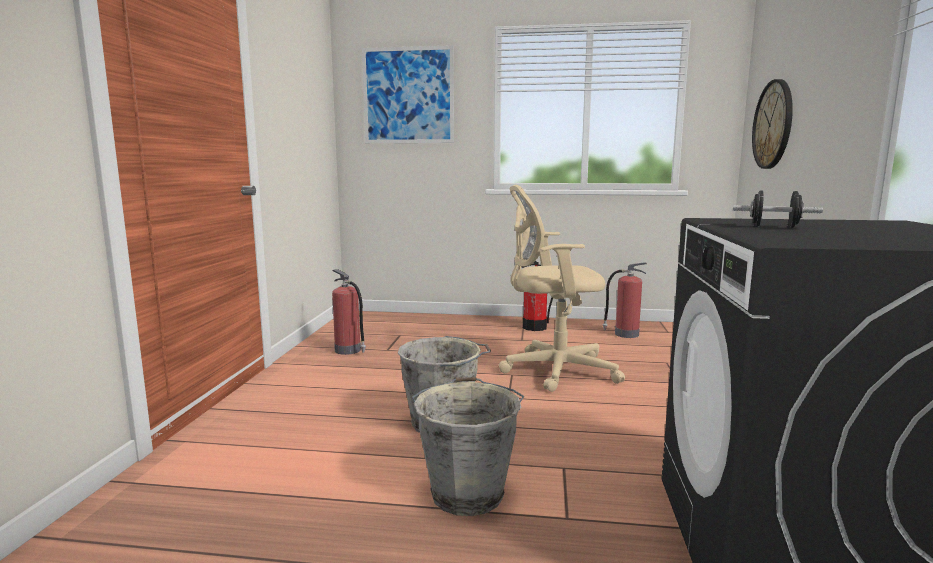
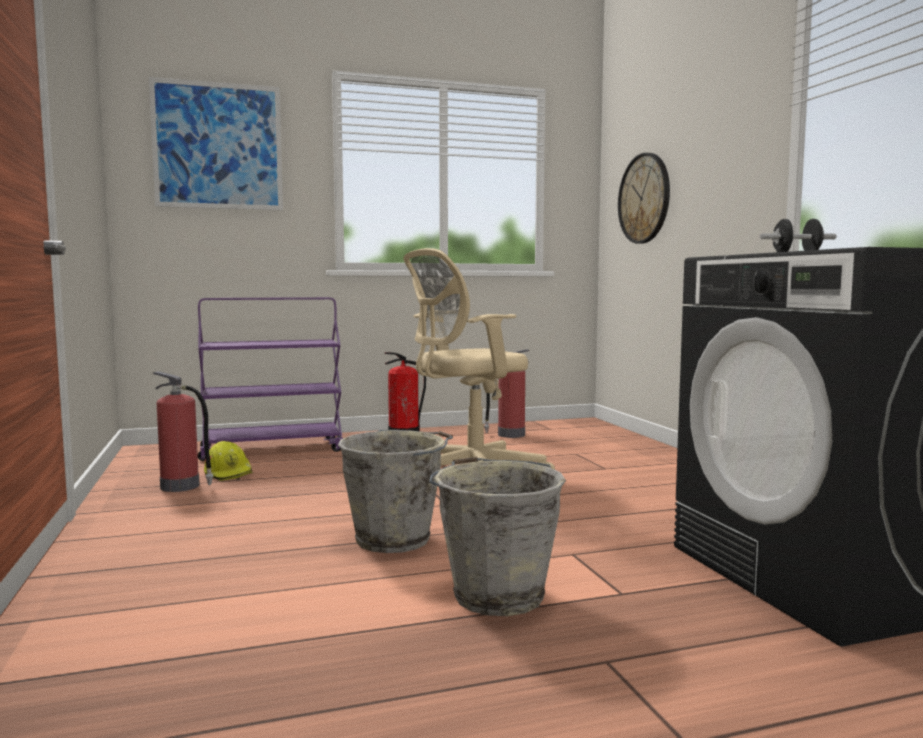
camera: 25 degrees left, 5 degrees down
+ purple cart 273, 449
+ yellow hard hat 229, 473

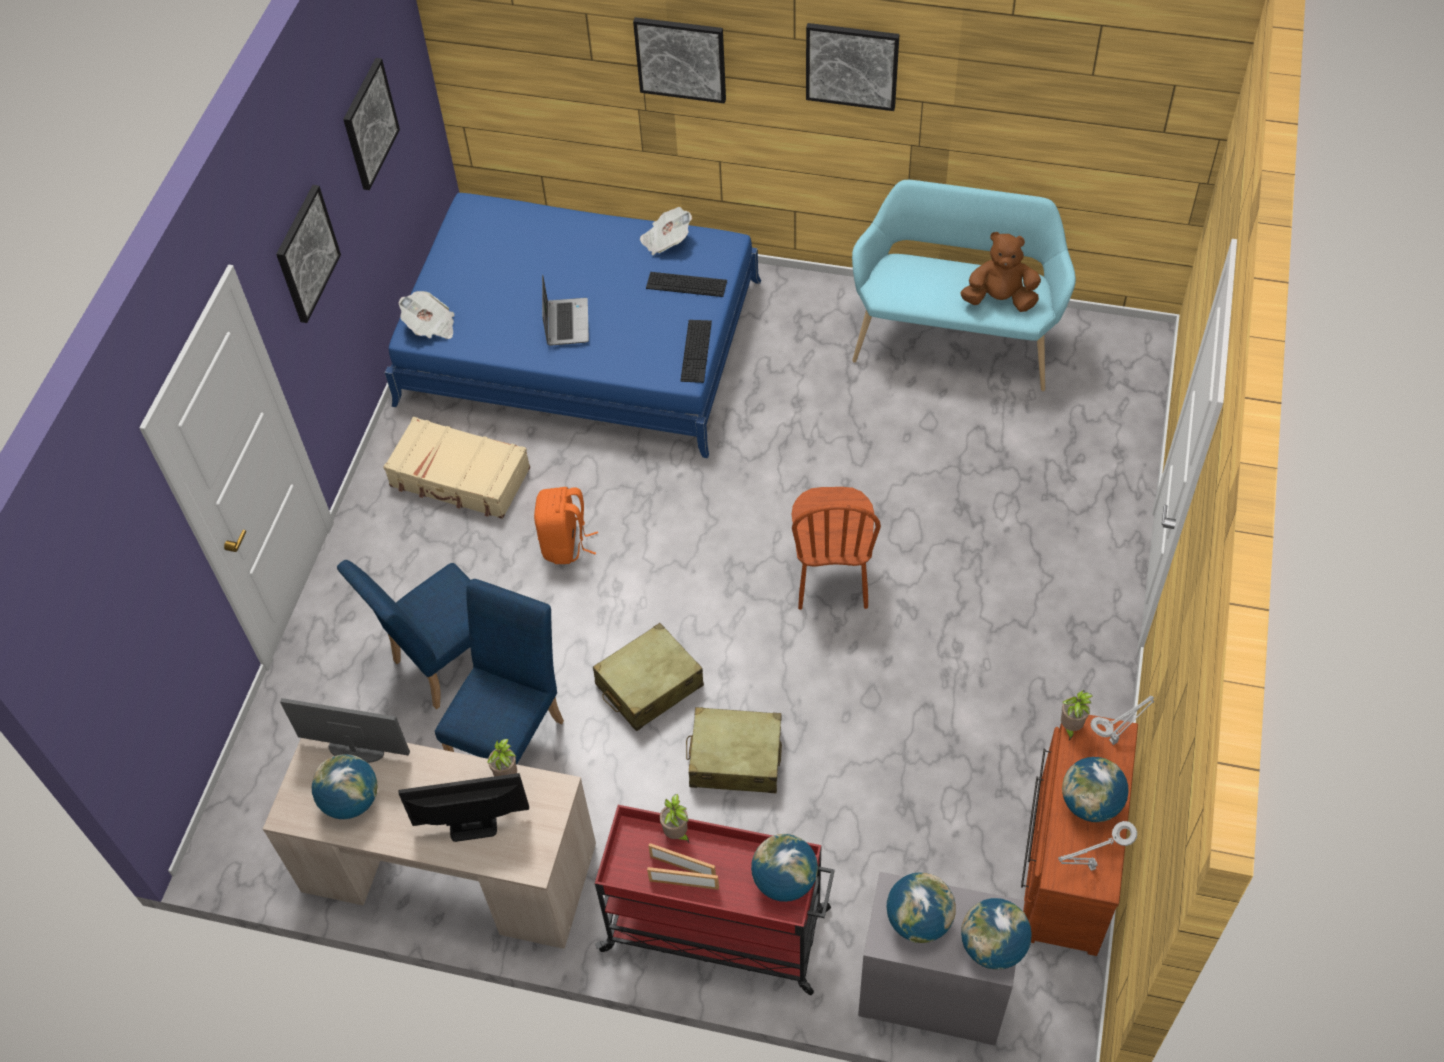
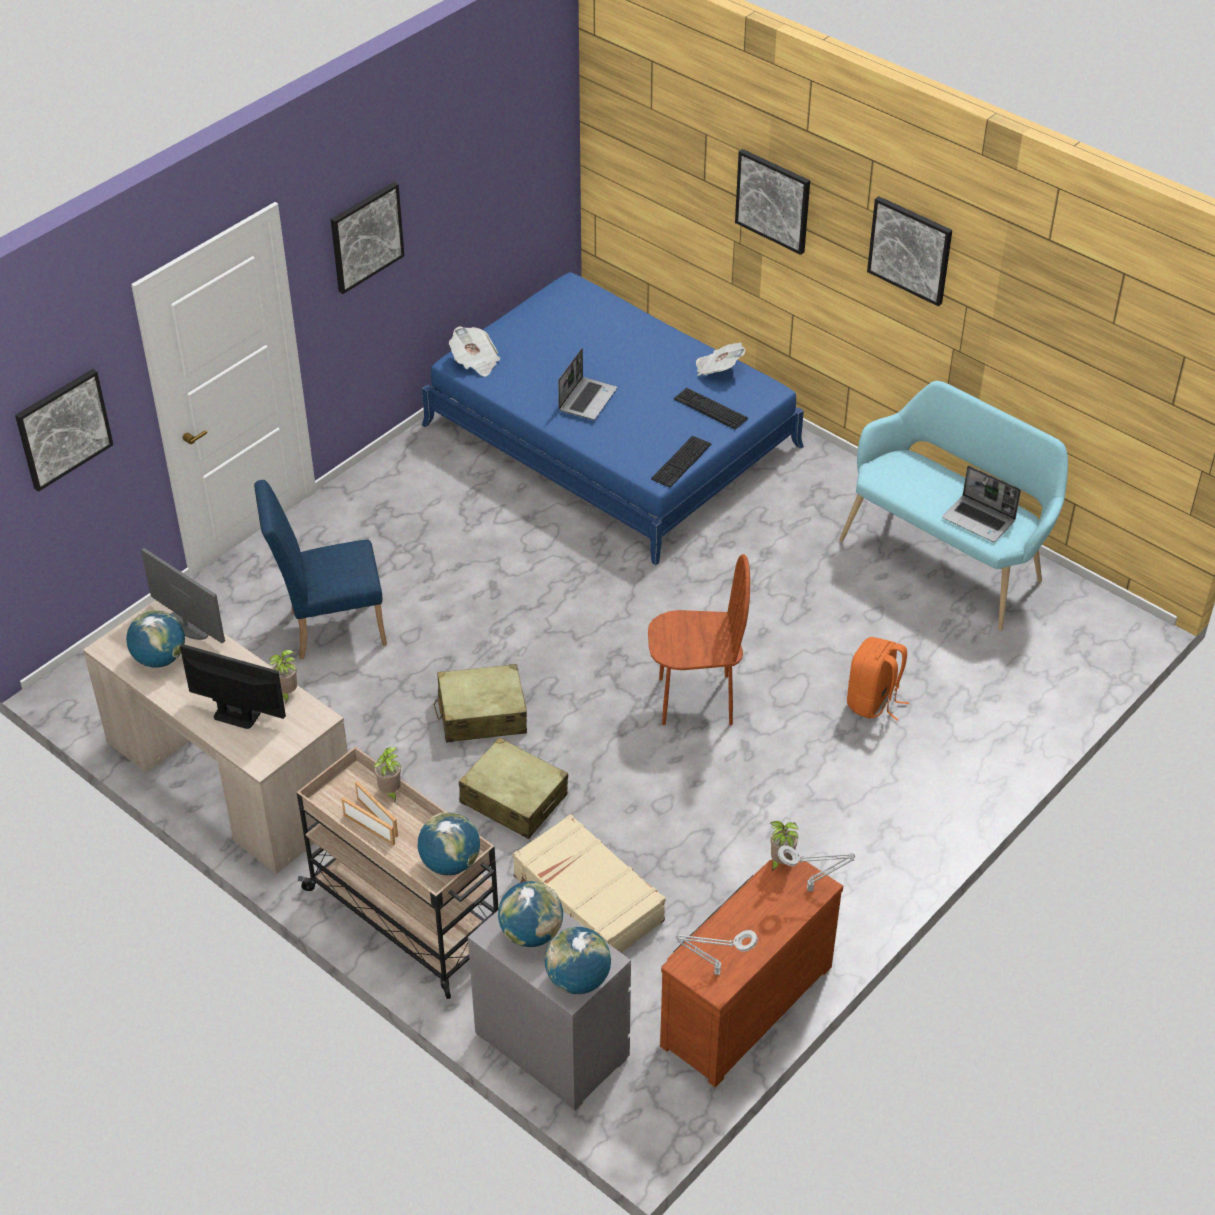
camera: 25 degrees right, 10 degrees down
- blue chair 513, 739
- globe 1090, 803
~ picture 369, 124 to 63, 428
~ beige suitcase 460, 478 to 587, 900
~ orange backpack 566, 544 to 873, 702
~ brown plush toy 1000, 299 to laptop 979, 520
~ red cart 718, 930 to beige cart 407, 918
~ brown chair 831, 579 = 695, 700 120 degrees counterclockwise

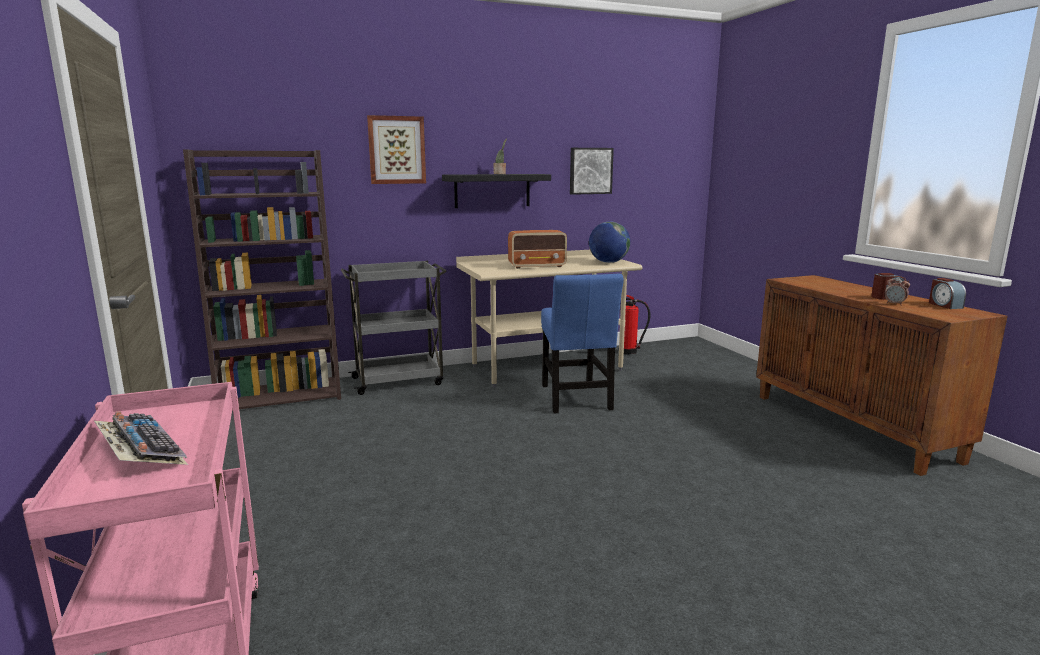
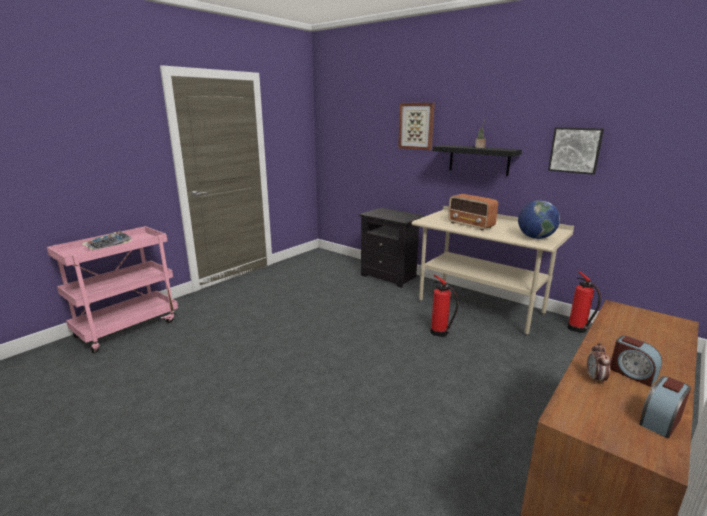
camera: 60 degrees right, 5 degrees up
- brown bookcase 281, 395
~ grey cart 399, 381 to black nightstand 390, 276
~ blue chair 576, 399 to fire extinguisher 440, 333

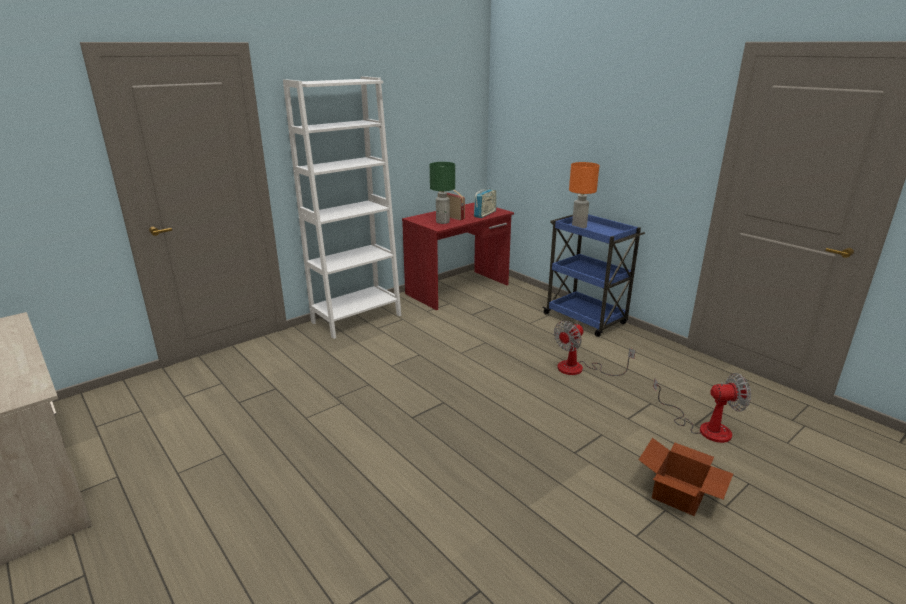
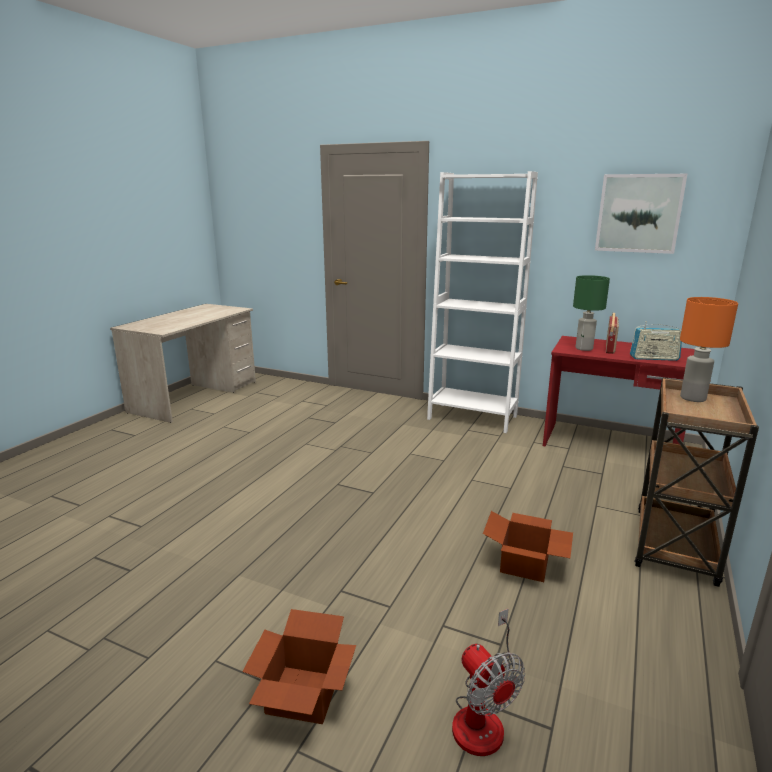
camera: 65 degrees right, 5 degrees down
+ picture 639, 213
~ fan 580, 369 to cardboard box 526, 565
~ blue cart 586, 319 to brown cart 674, 547

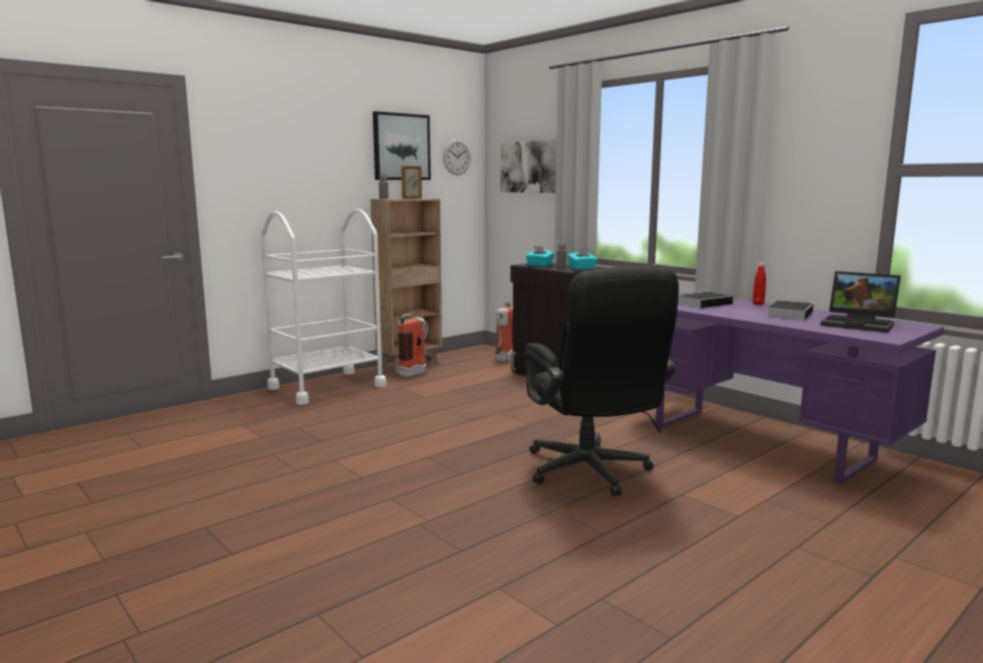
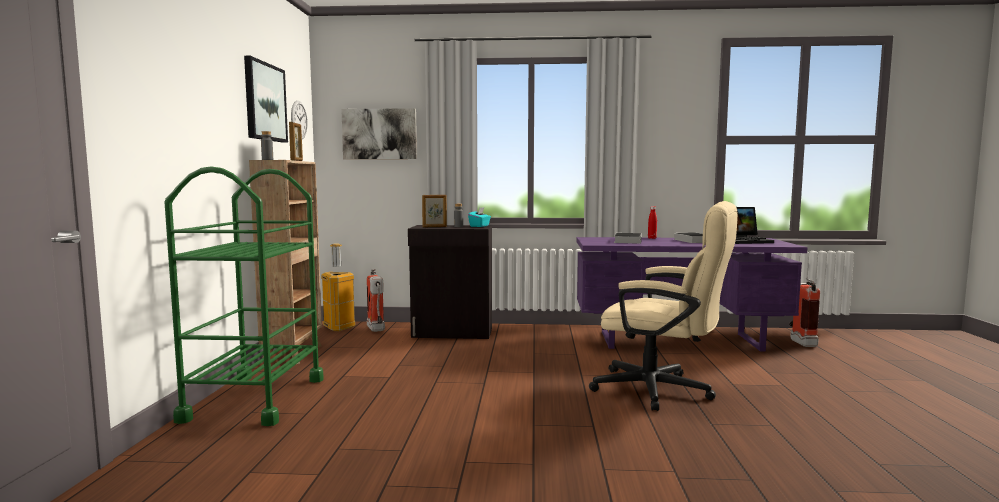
camera: 45 degrees left, 5 degrees down
+ trash can 338, 327
~ fire extinguisher 416, 374 to 800, 342
~ turquoise tissue box 539, 265 to picture frame 434, 227
~ white cart 327, 387 to green cart 255, 399
~ black office chair 591, 474 to beige office chair 662, 391

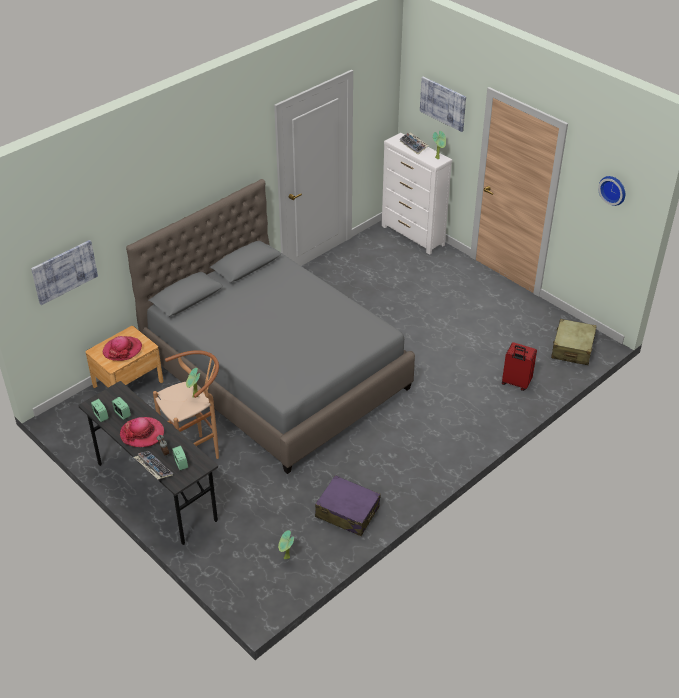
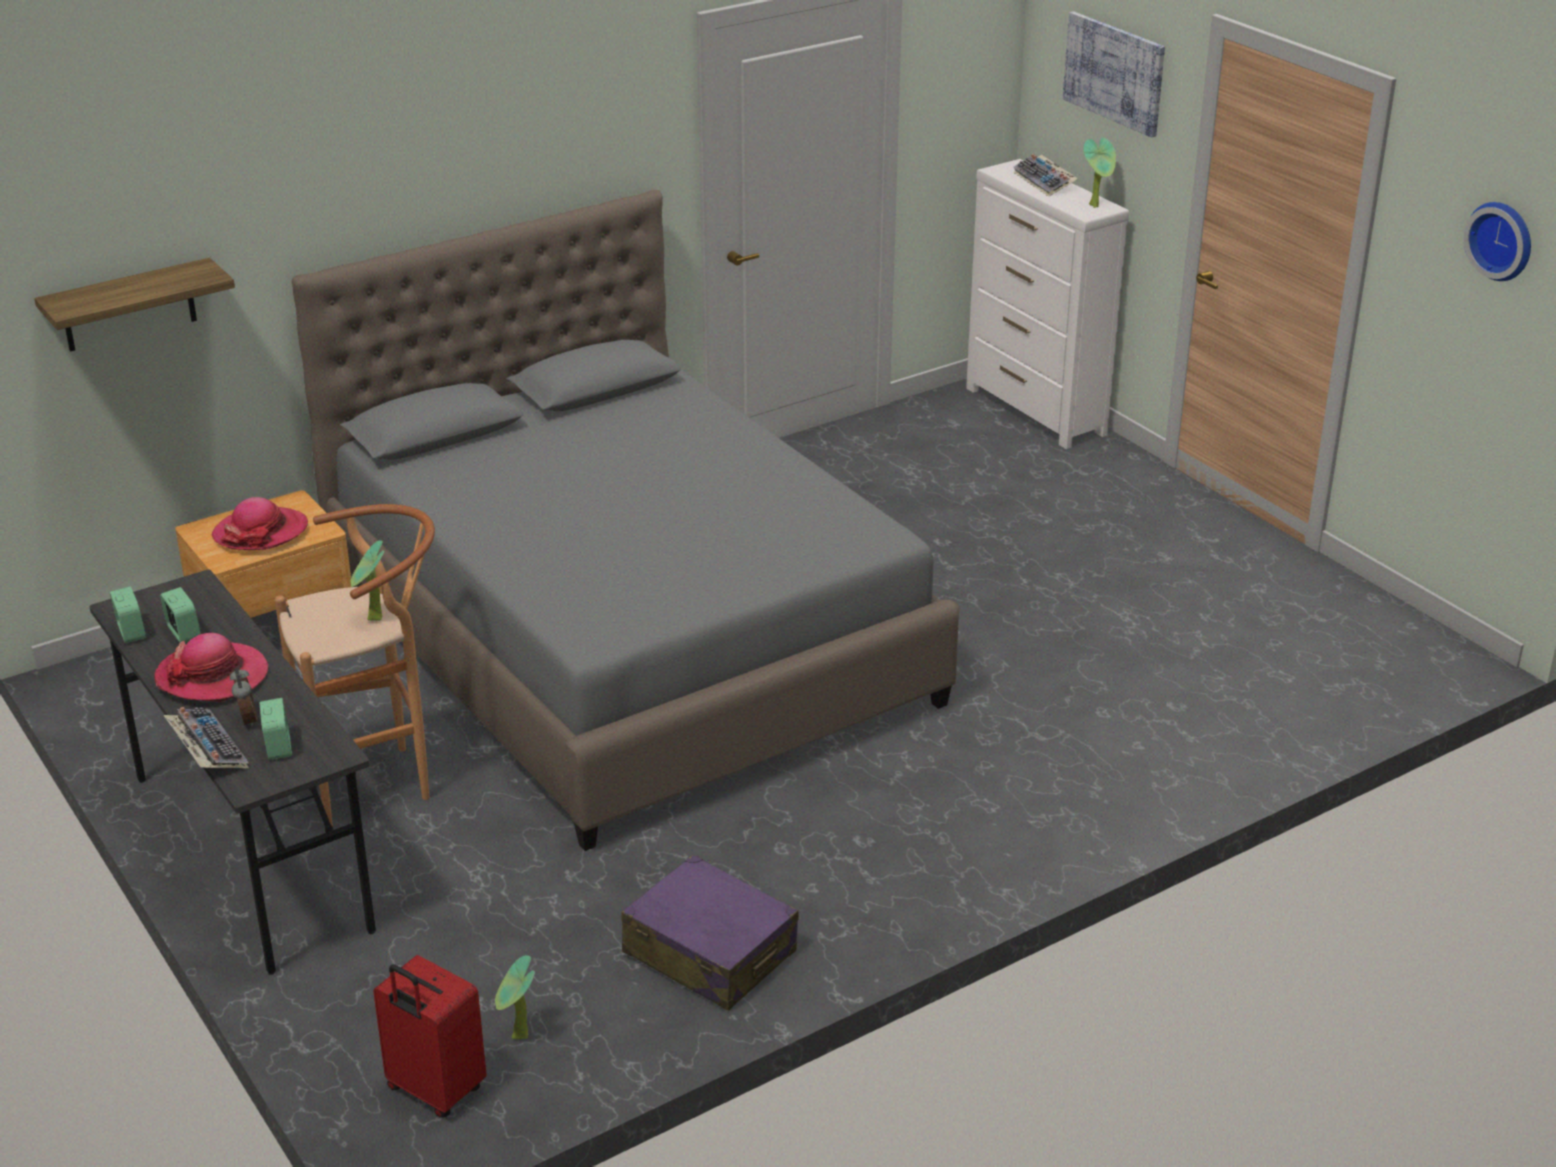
camera: 10 degrees right, 10 degrees down
- beige suitcase 572, 349
~ red suitcase 516, 383 to 434, 1090
~ picture 64, 271 to shelf 128, 306

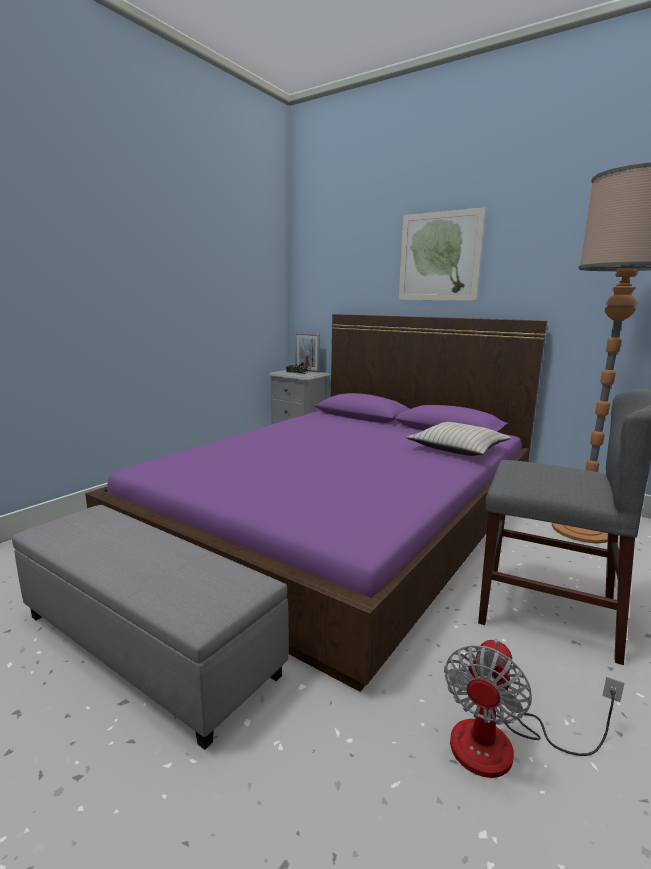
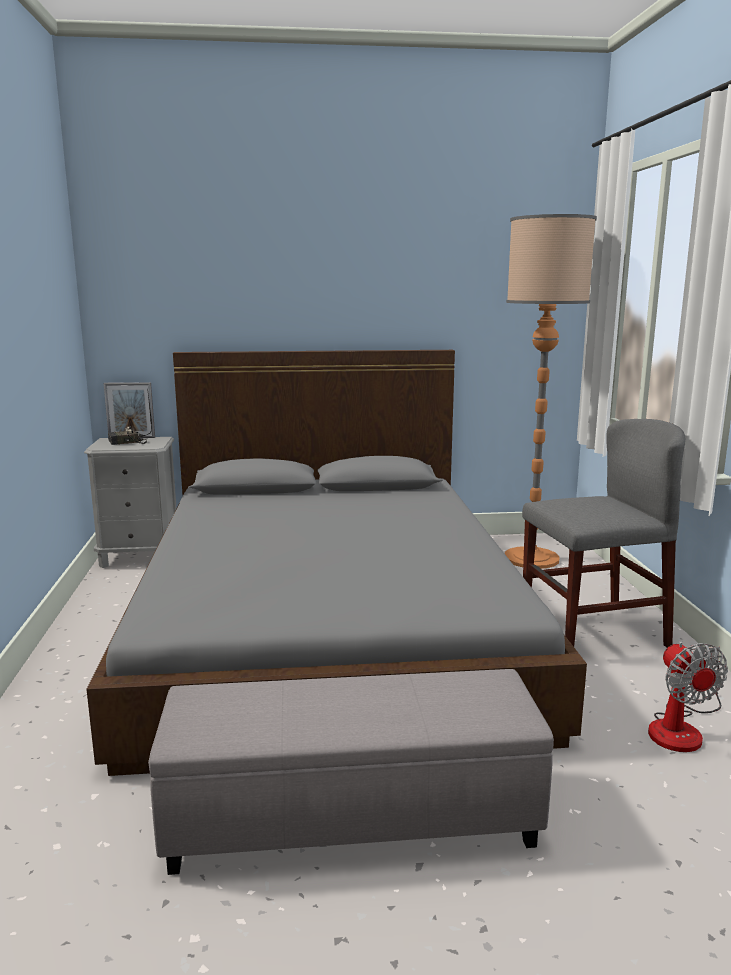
camera: 40 degrees left, 0 degrees up
- picture 439, 257
- beige pillow 457, 448
~ purple bed 343, 517 to grey bed 329, 618

